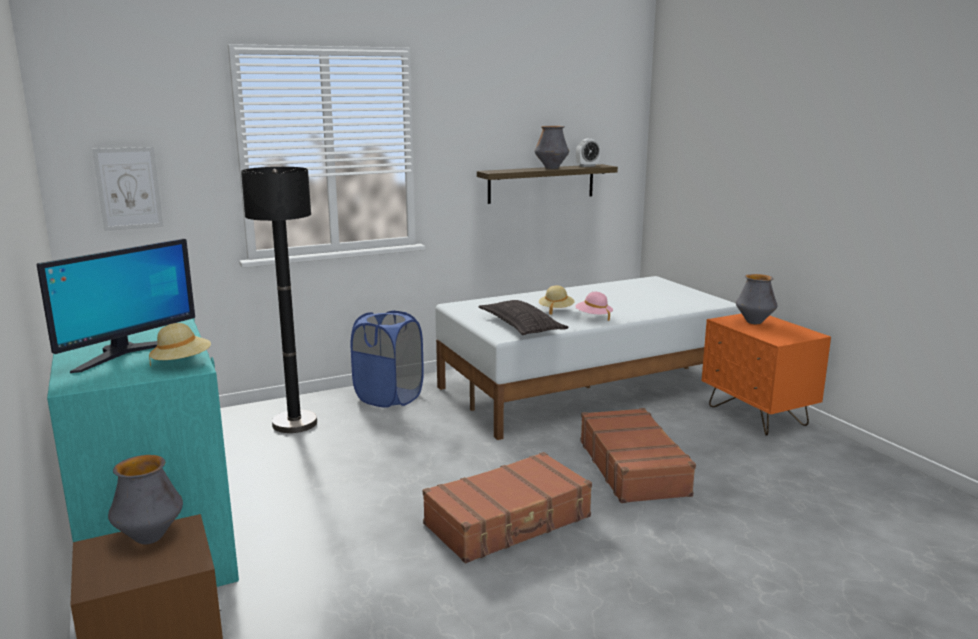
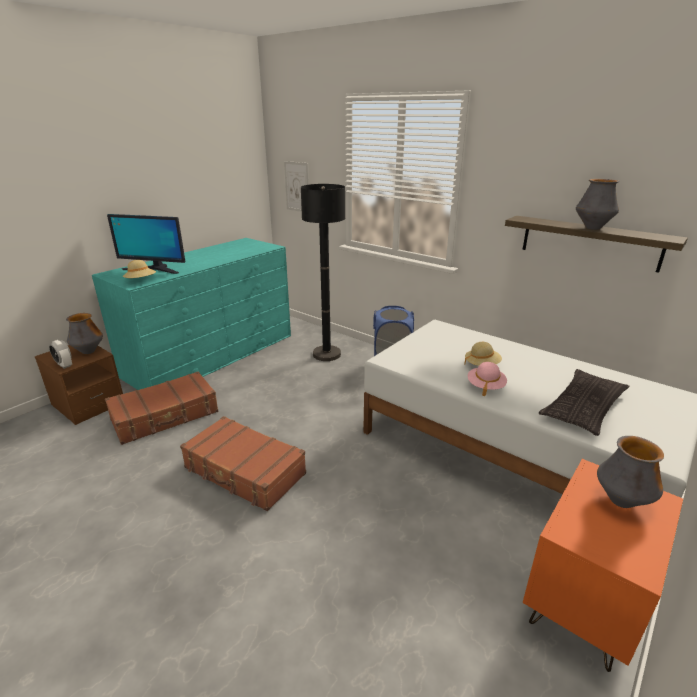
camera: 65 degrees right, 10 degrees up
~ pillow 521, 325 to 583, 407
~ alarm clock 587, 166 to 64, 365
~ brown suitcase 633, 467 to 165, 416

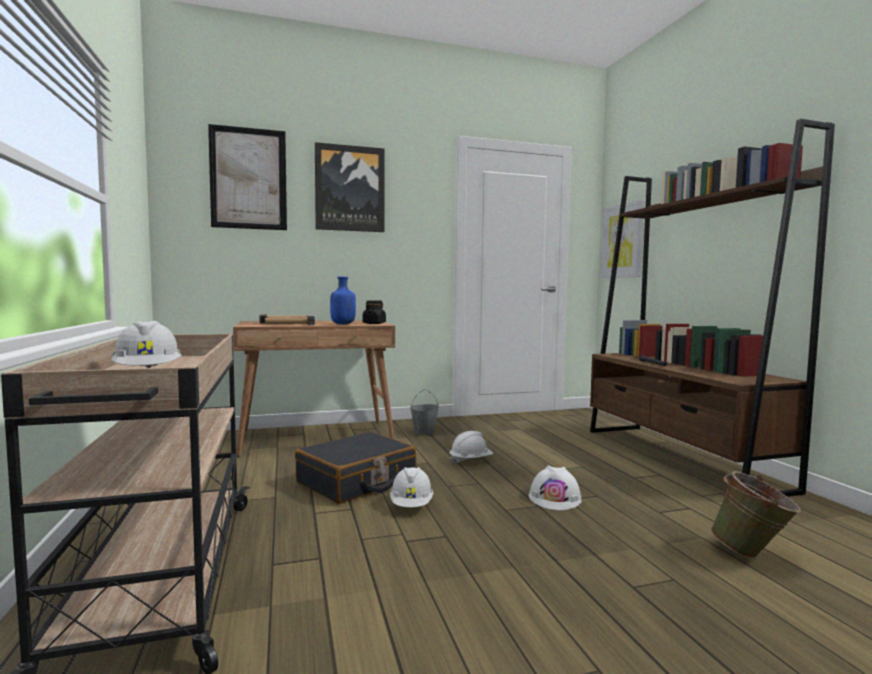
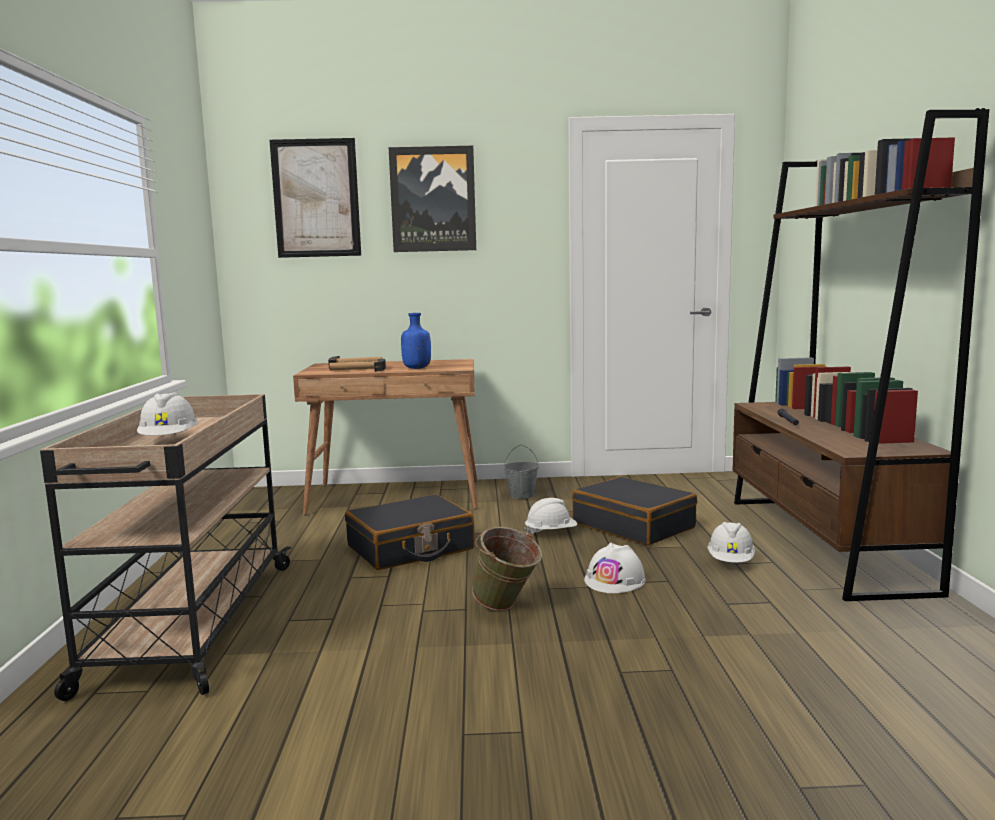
camera: 15 degrees right, 5 degrees up
- black jar 374, 323
- picture 622, 241
+ black suitcase 634, 526
~ white hard hat 411, 505 to 731, 561
~ green bucket 753, 554 to 507, 608

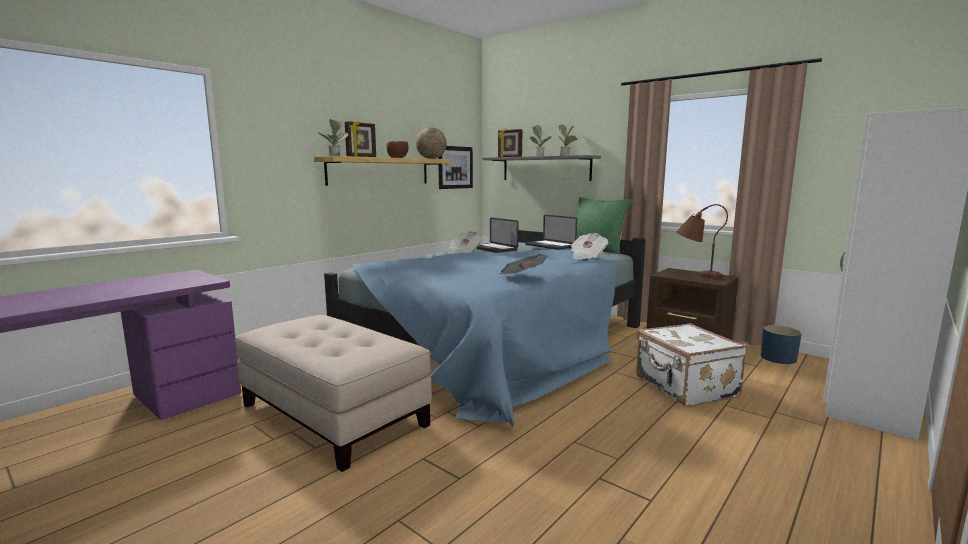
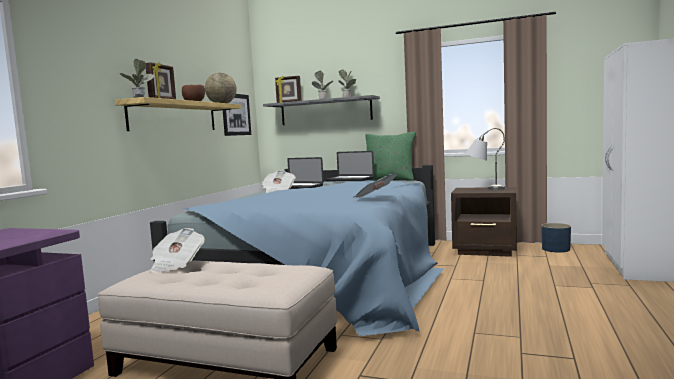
camera: 20 degrees left, 5 degrees down
- white suitcase 684, 387
~ newspaper 587, 256 to 176, 265
~ brown table lamp 695, 275 to grey table lamp 484, 189

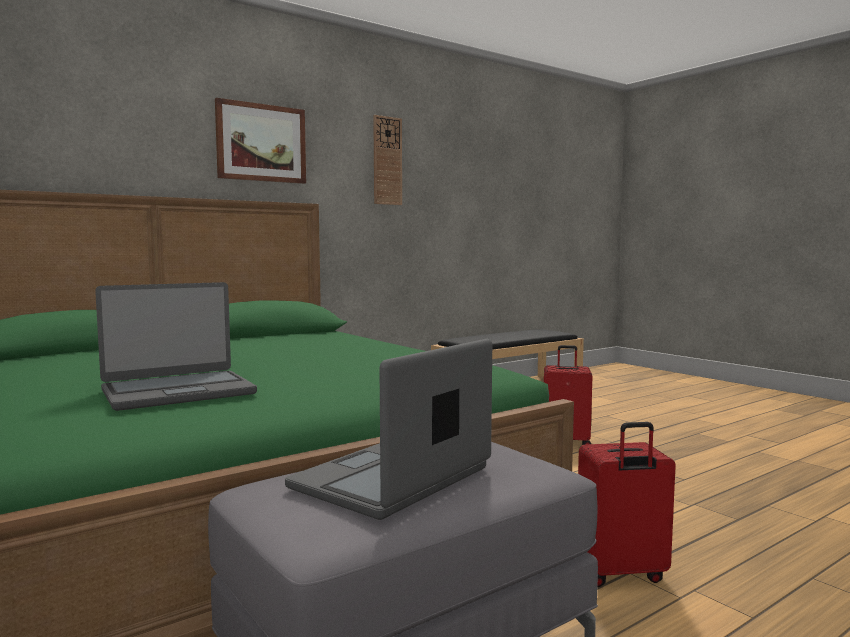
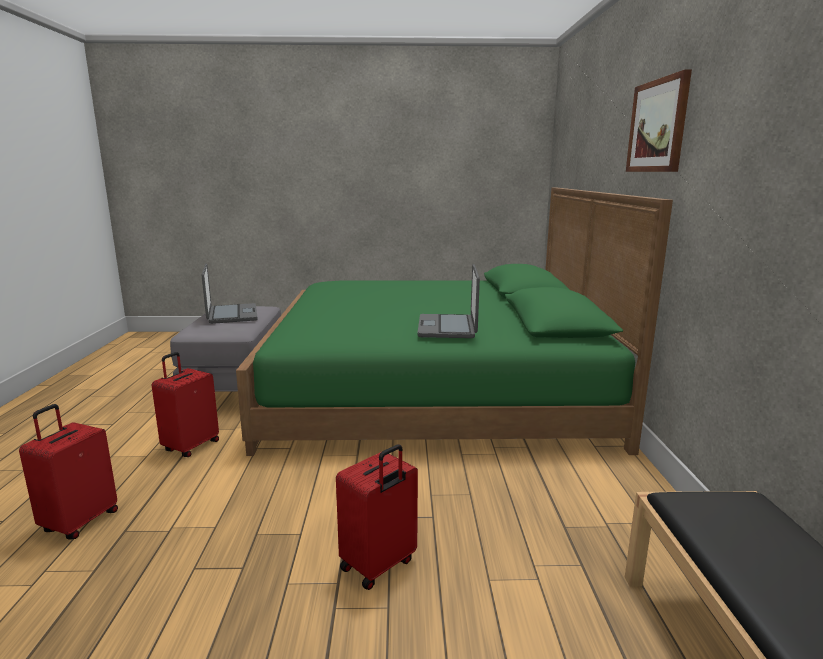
camera: 125 degrees right, 10 degrees up
- wall clock 387, 161
+ red suitcase 79, 522
~ laptop 178, 392 to 447, 327

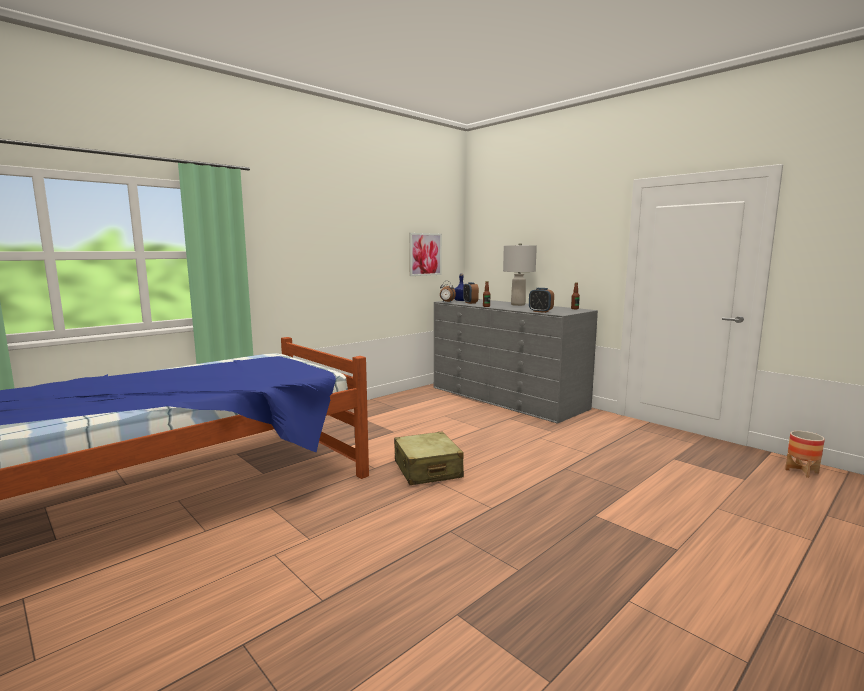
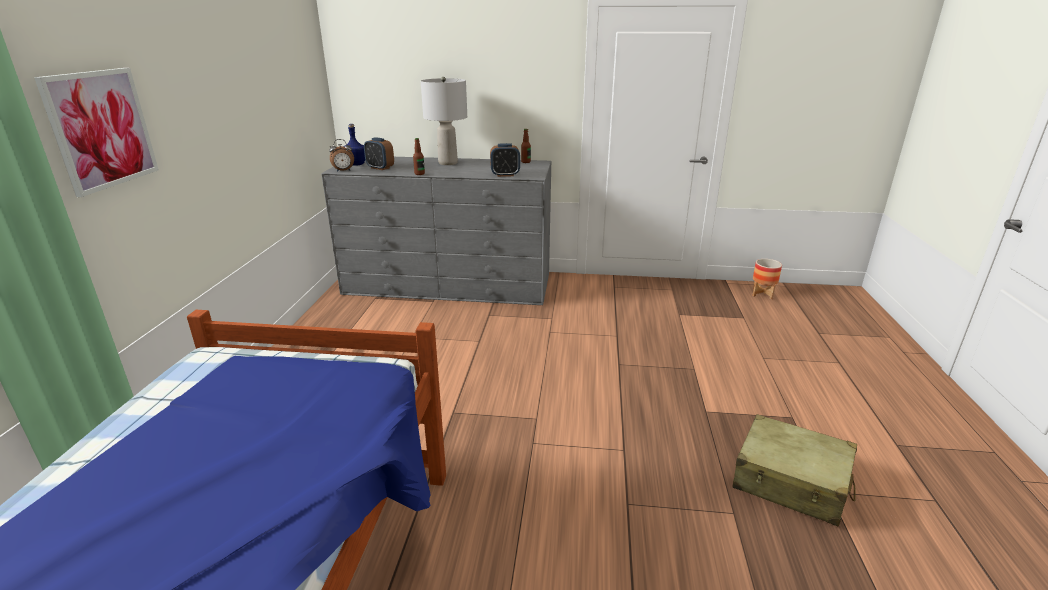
camera: 40 degrees left, 15 degrees up
~ beige suitcase 427, 470 to 791, 482
~ picture 425, 254 to 101, 129

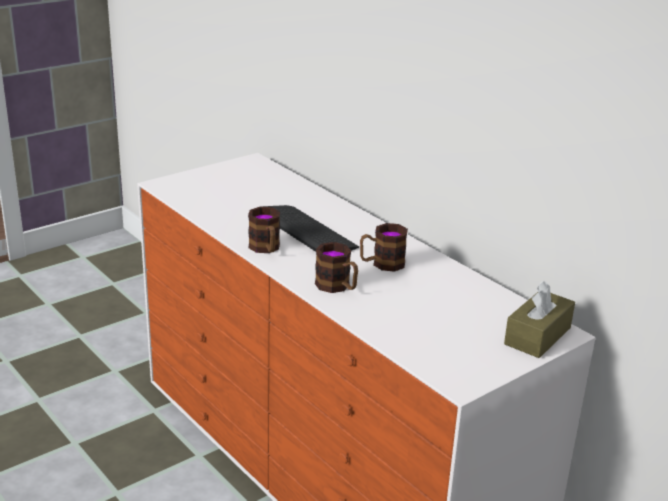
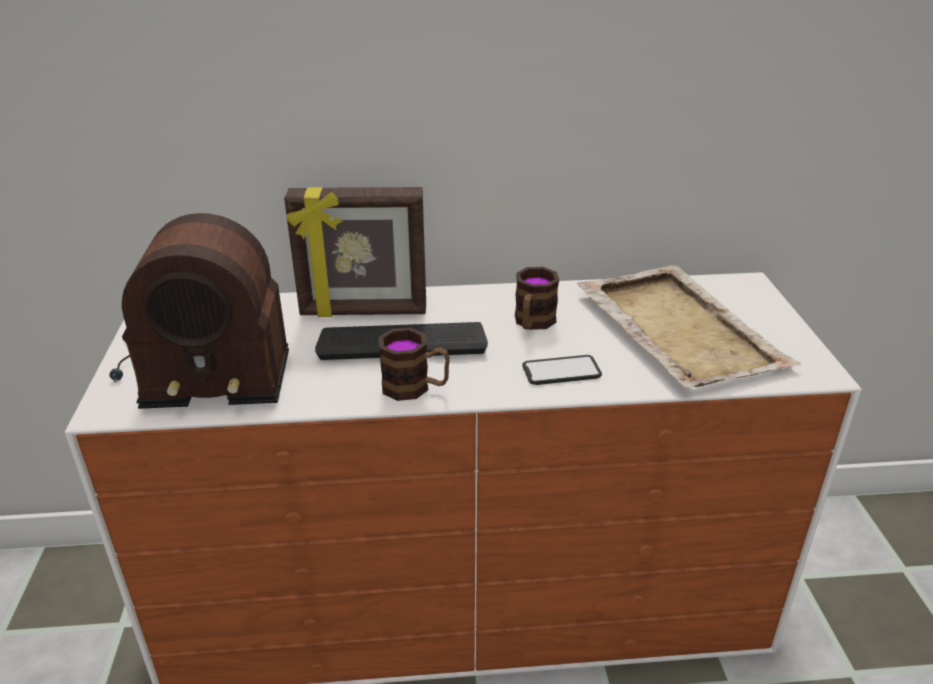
camera: 55 degrees left, 5 degrees up
- brown tissue box 537, 336
+ radio 201, 363
+ picture frame 363, 312
+ beige tray 677, 328
~ mug 337, 287 to phone 561, 371

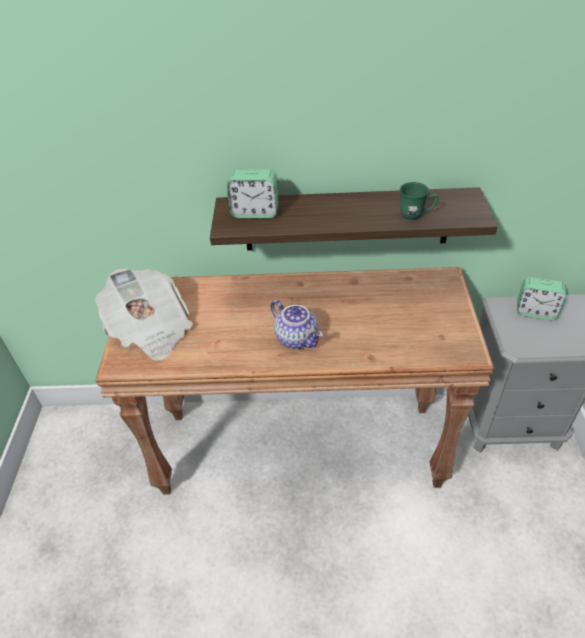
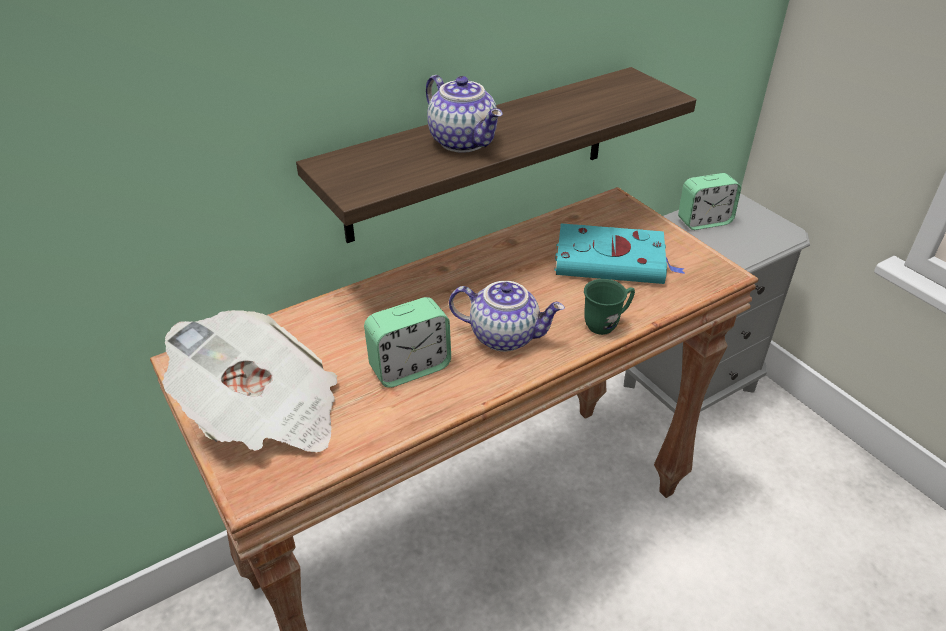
camera: 35 degrees left, 5 degrees down
+ teapot 464, 142
+ turquoise book 613, 261
~ alarm clock 255, 212 to 410, 368
~ green mug 416, 215 to 607, 323

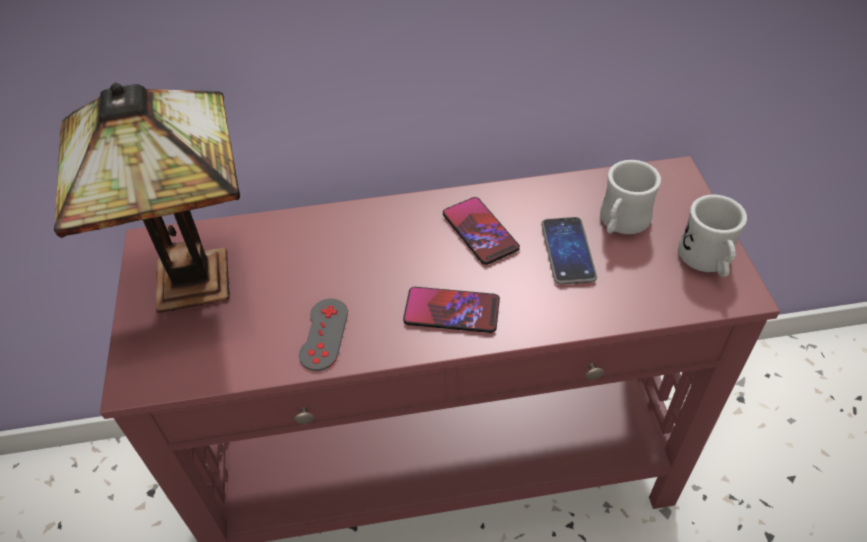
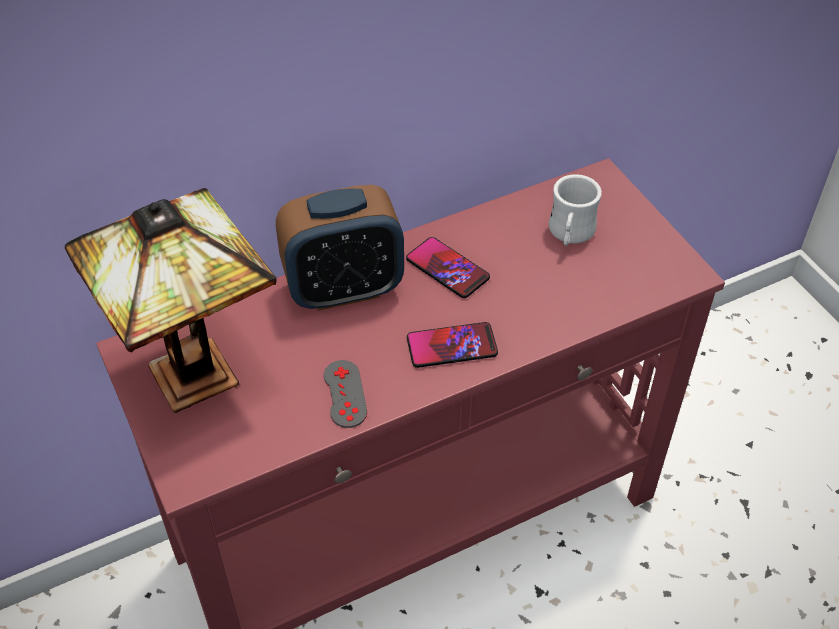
camera: 20 degrees left, 0 degrees up
- phone 568, 251
- white mug 707, 261
+ alarm clock 344, 289

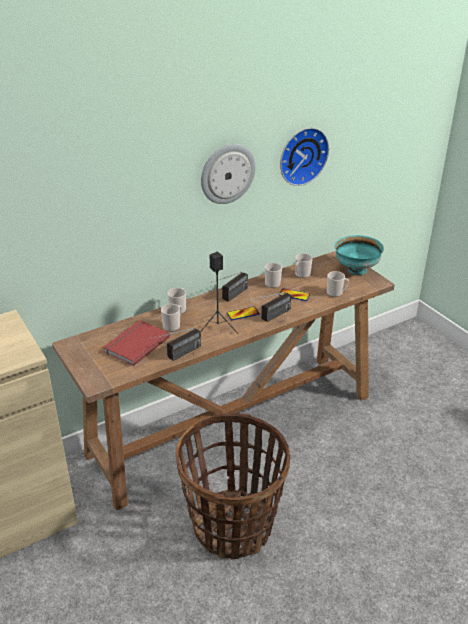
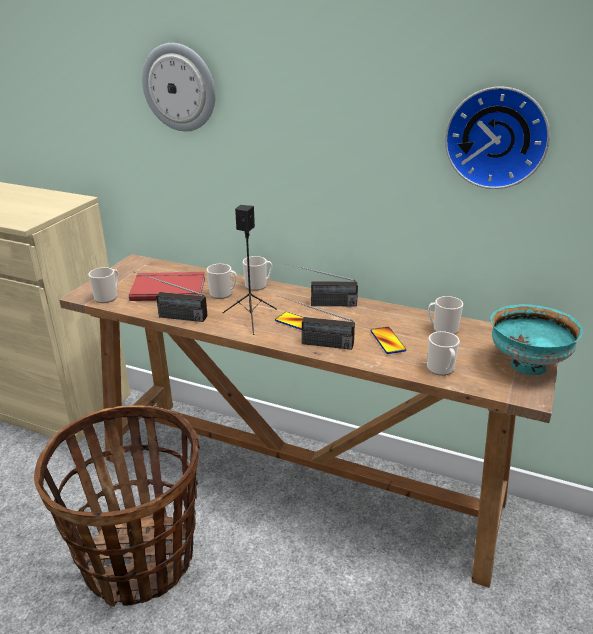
camera: 55 degrees right, 5 degrees down
~ wall clock 227, 173 to 179, 87
~ mug 272, 283 to 108, 297

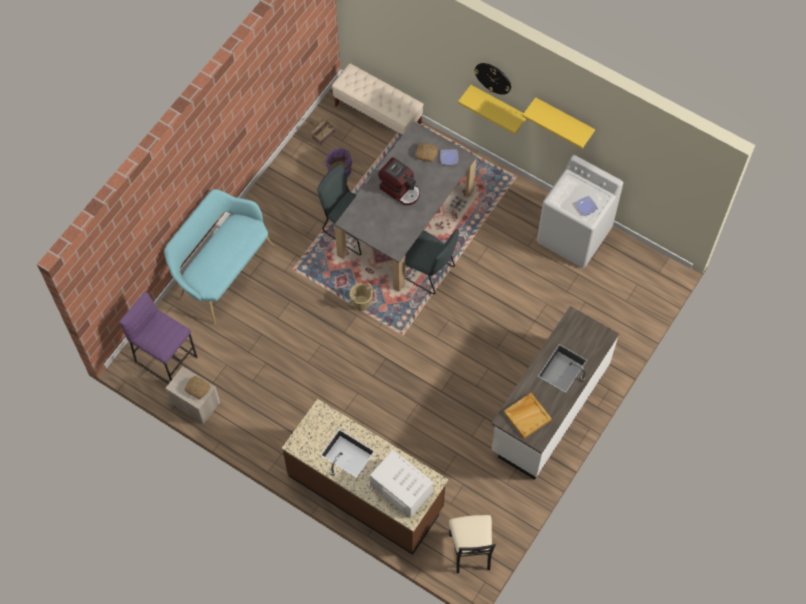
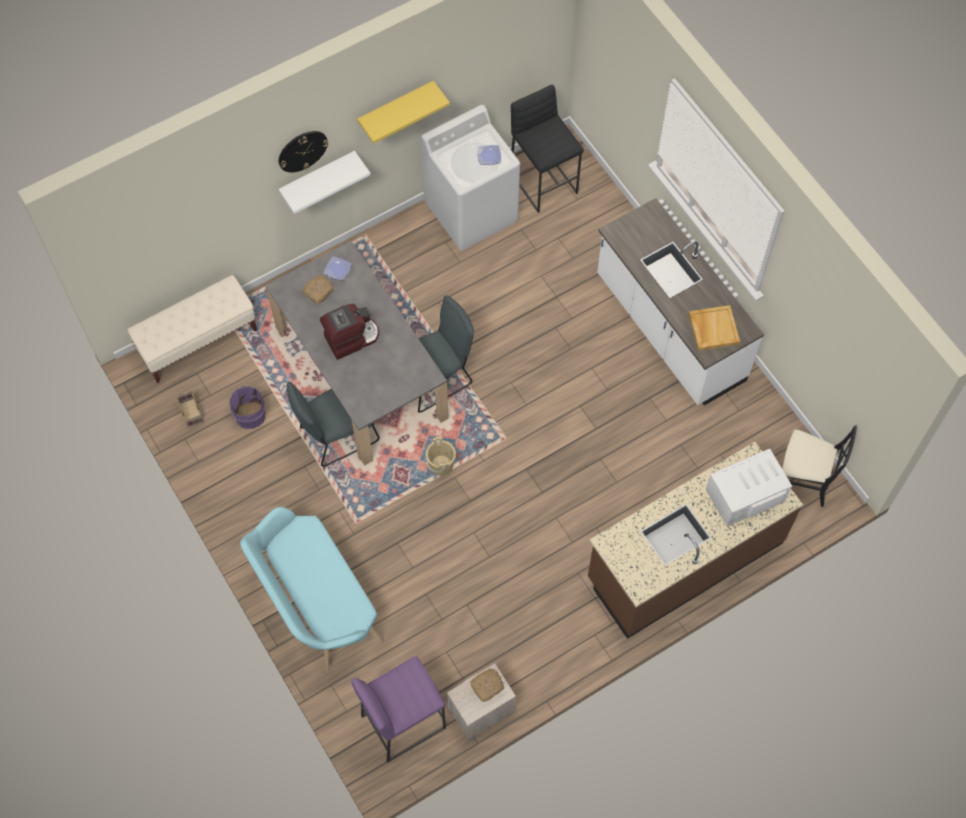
camera: 65 degrees left, 0 degrees up
+ black stool 544, 182
~ yellow shelf 498, 105 to white shelf 318, 177

